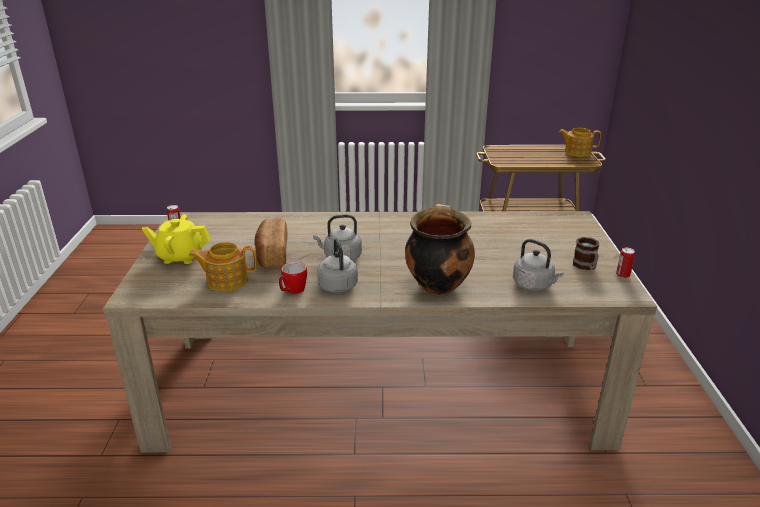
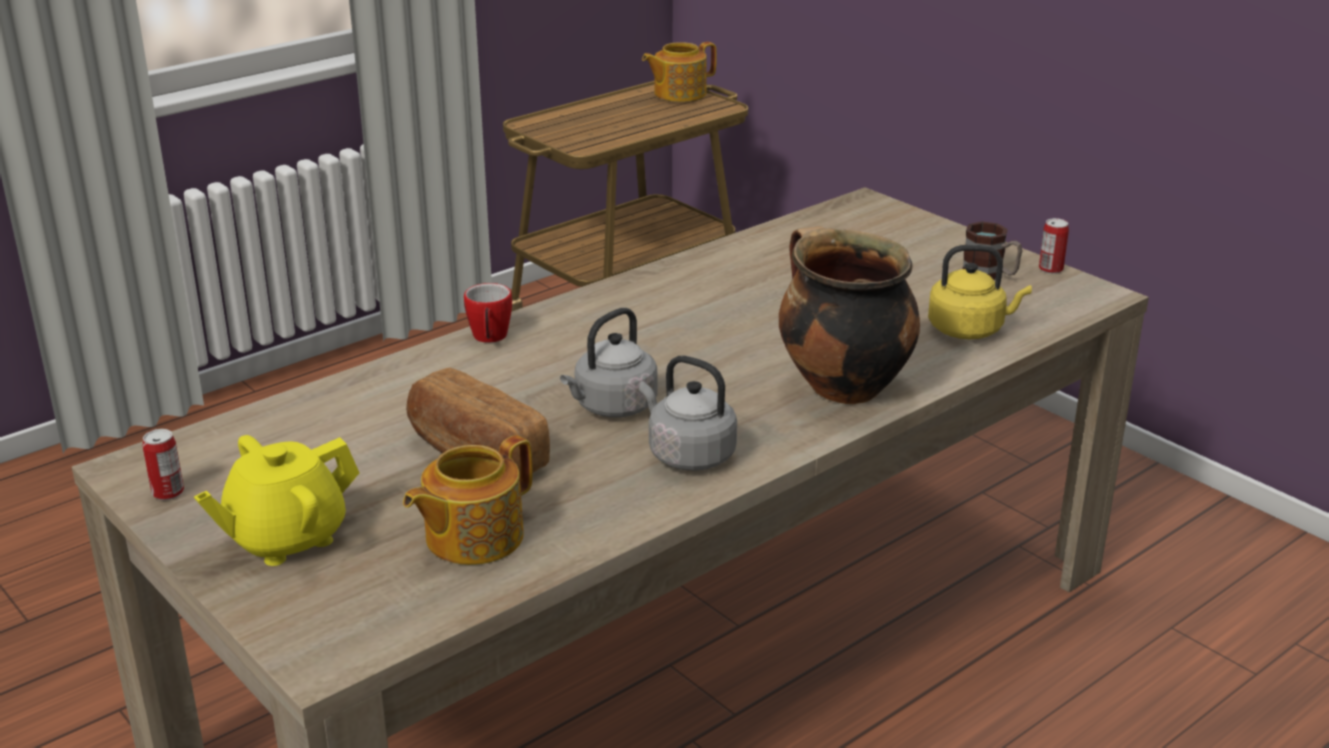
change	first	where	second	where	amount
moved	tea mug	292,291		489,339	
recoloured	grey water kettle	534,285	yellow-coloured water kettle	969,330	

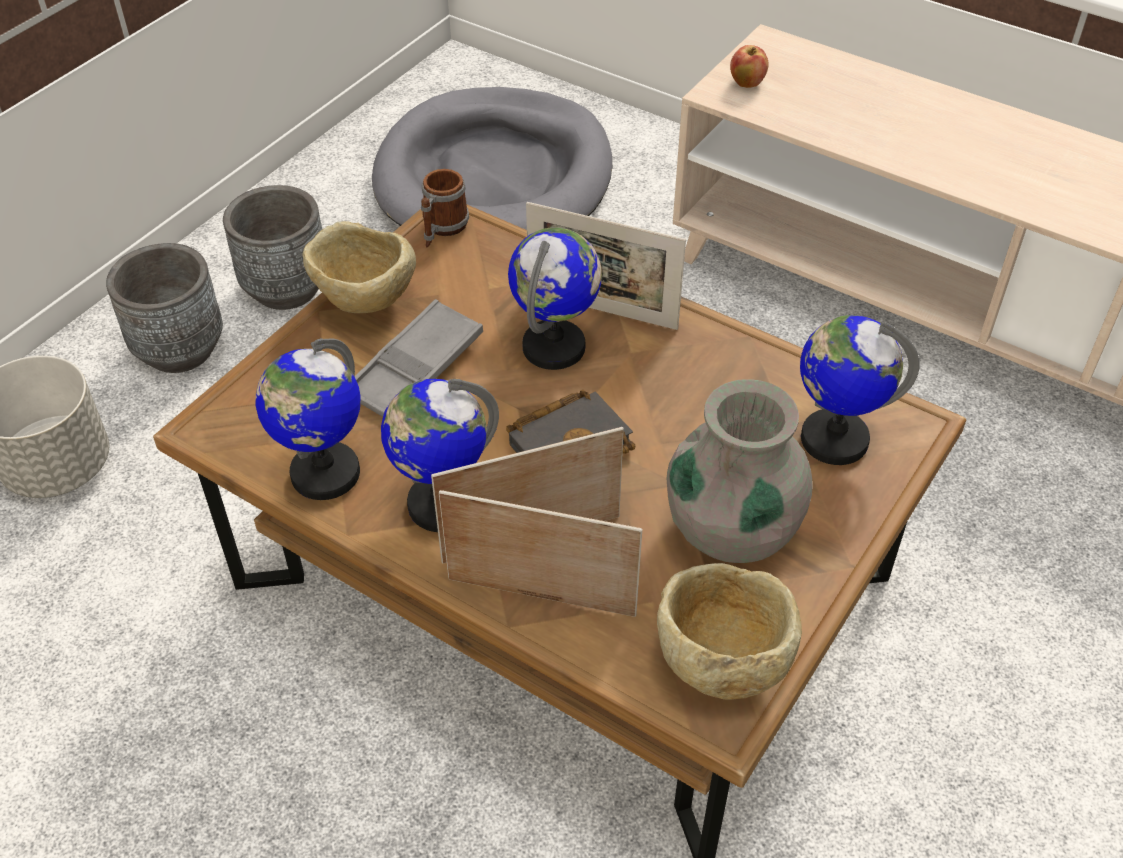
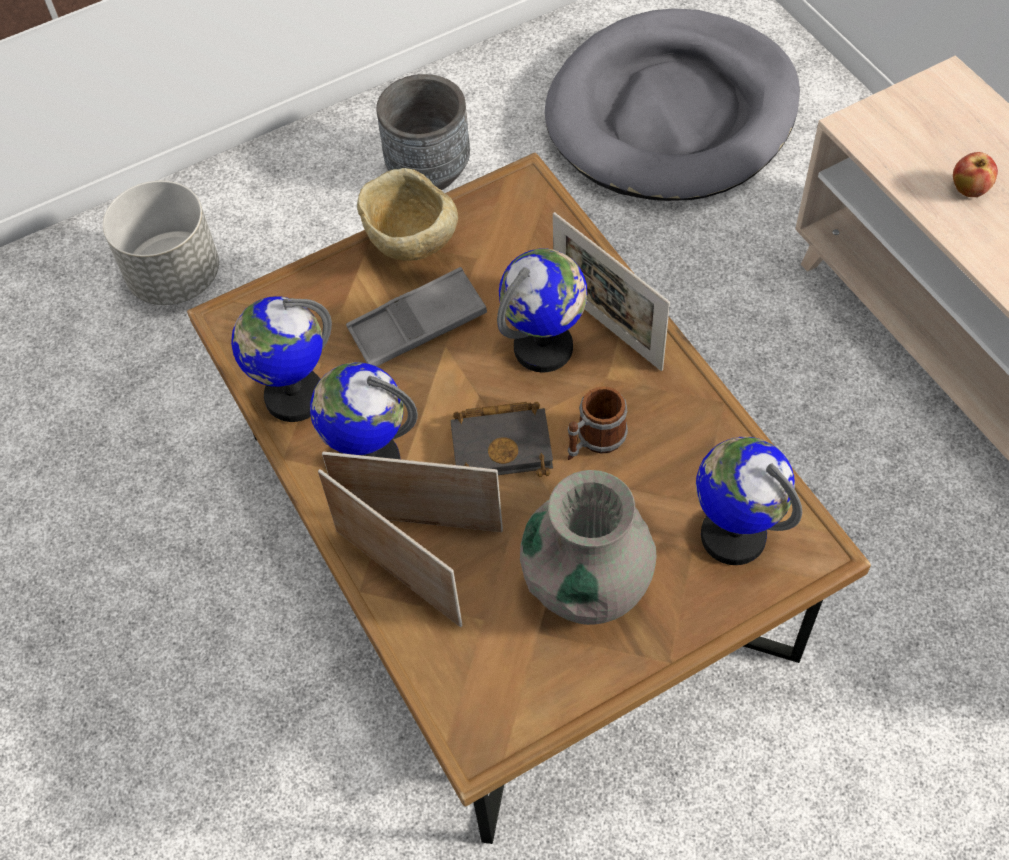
change	first	where	second	where	amount
removed	grey plant pot	180,350			
removed	beige-coloured bowl	721,661			
moved	tea mug	442,229		594,441	
moved	apple	746,83		969,189	

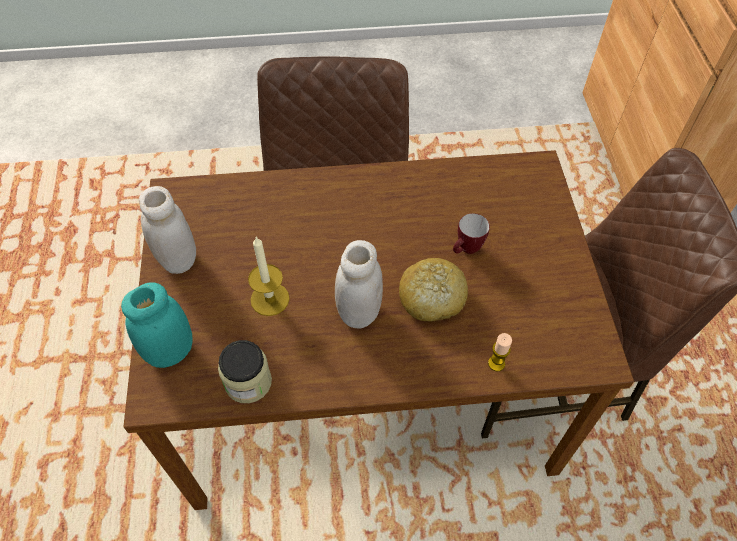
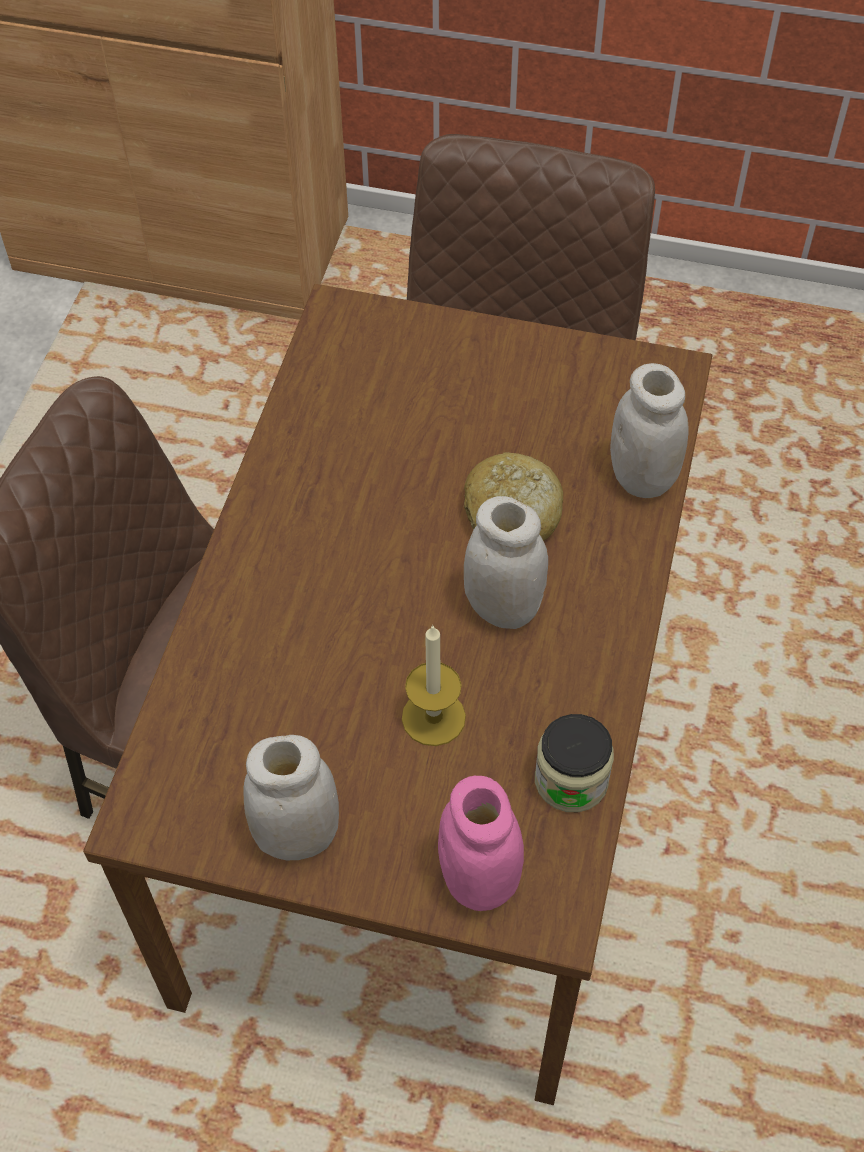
change	first	where	second	where	amount
removed	tea mug	466,250			
replaced	wax light	496,363	white-coloured storage jar	642,478	
recoloured	turquoise storage jar	170,352	pinkish storage jar	479,879	

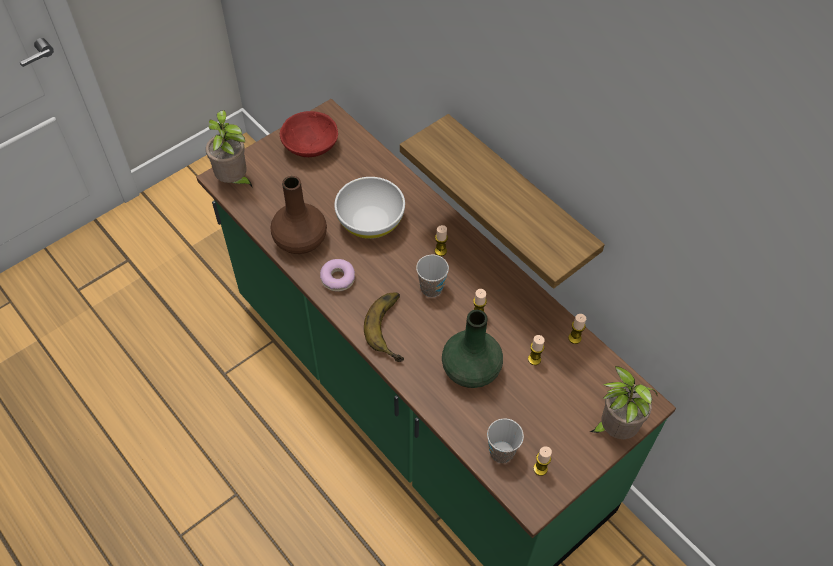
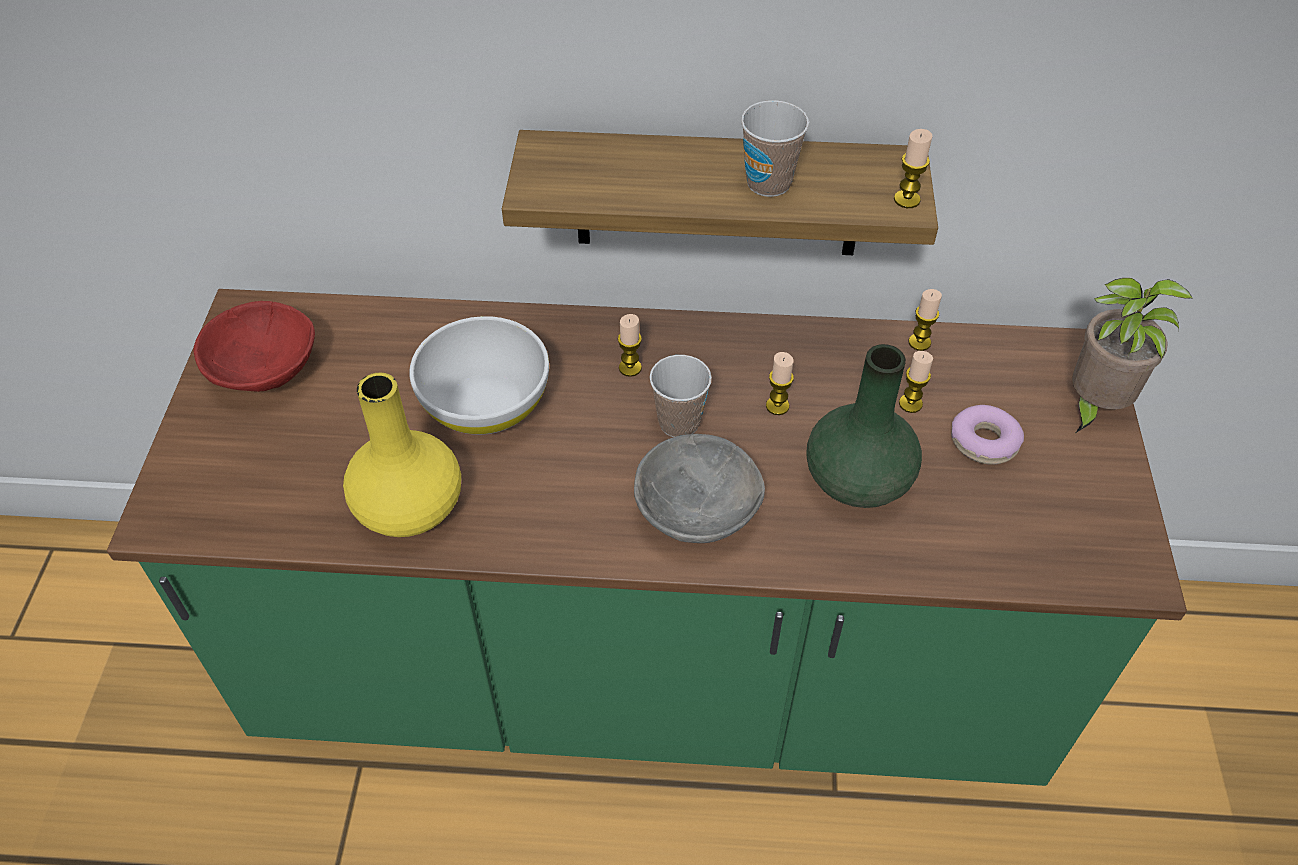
change	first	where	second	where	amount
removed	houseplant	234,181			
moved	ring doughnut	338,278		984,442	
moved	cup	501,452		768,183	
moved	wax light	540,469		907,199	
replaced	banana fruit	394,328	grey bowl	695,513	
recoloured	brown-coloured vase	301,241	yellow-coloured vase	411,507	

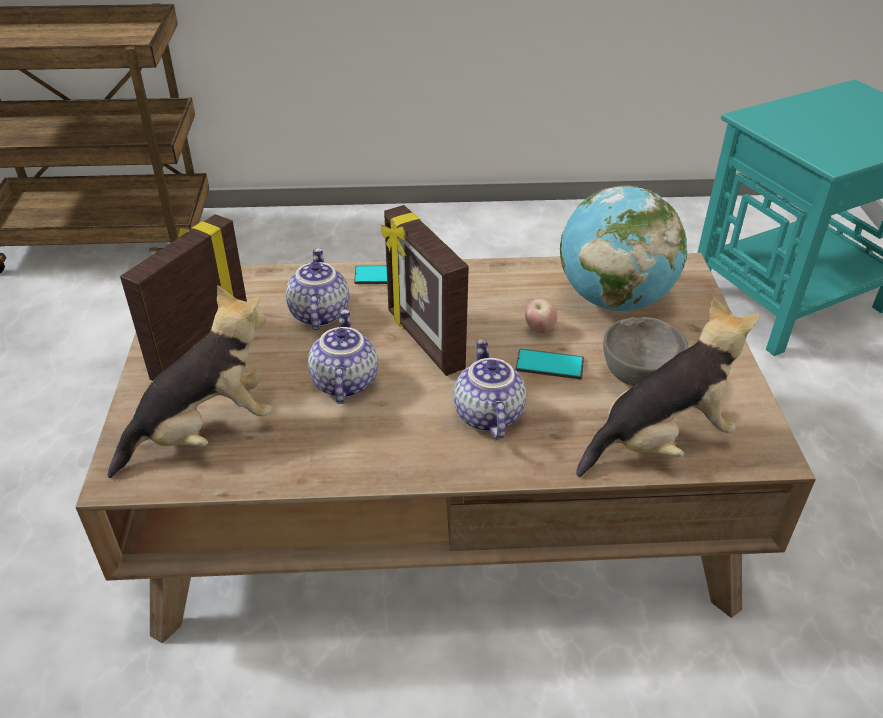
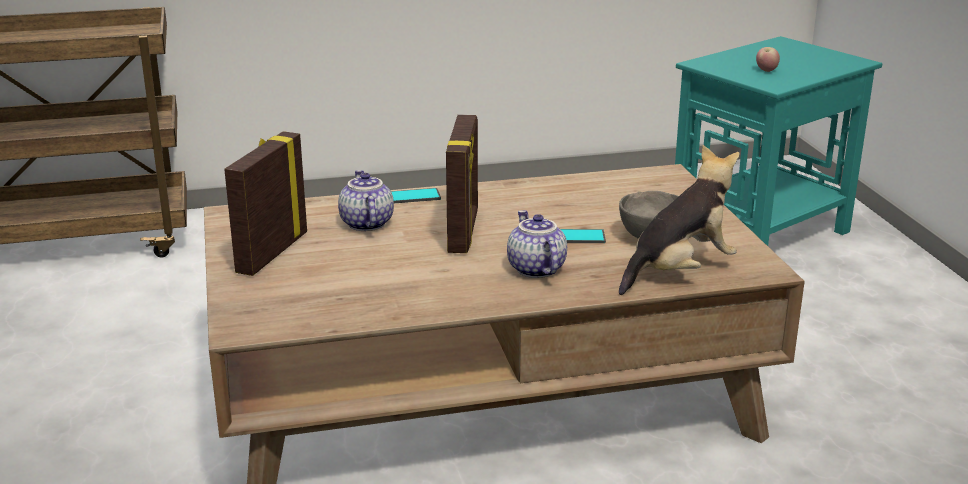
change	first	where	second	where	amount
removed	soft toy	205,432			
removed	pot for tea	343,382			
removed	globe	614,299			
moved	apple	539,329		766,70	
turned	photo frame	423,340		464,232	135 degrees counterclockwise

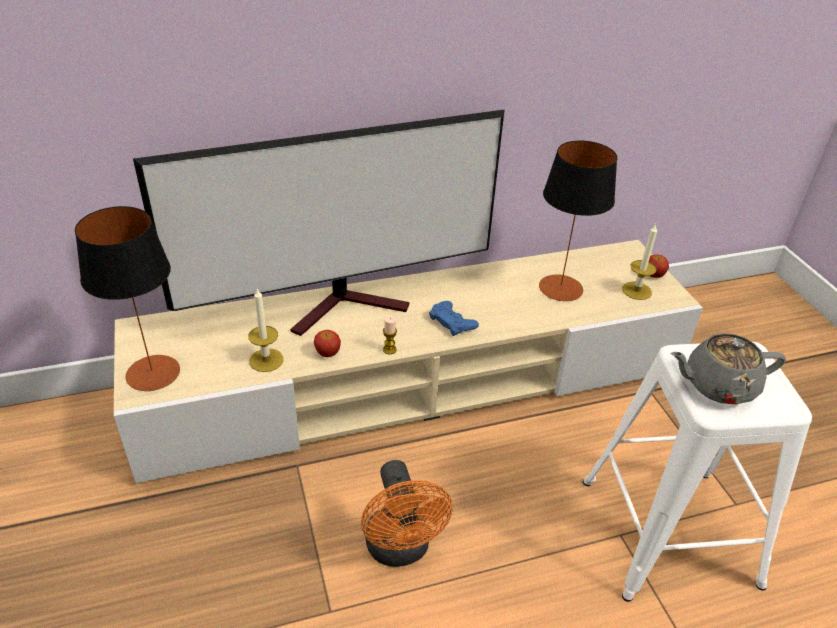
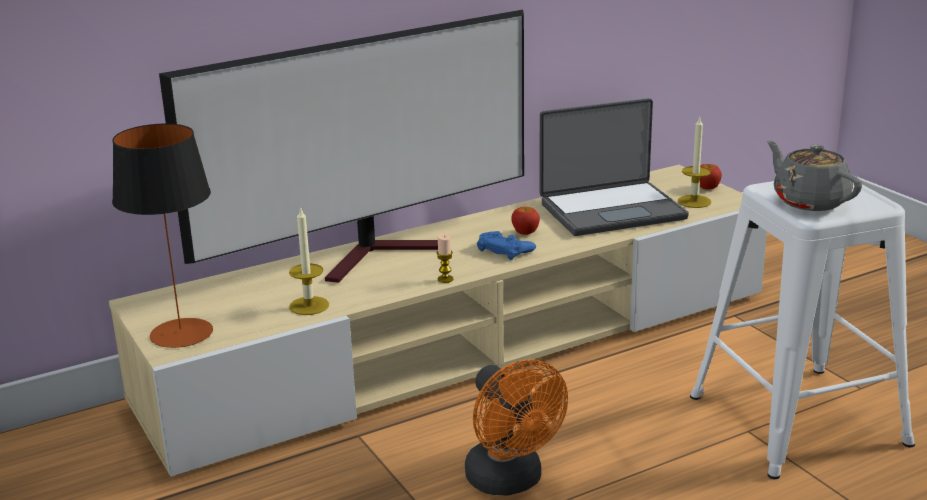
change	first	where	second	where	amount
moved	apple	327,353		525,233	
replaced	lamp for a table	560,288	portable computer	611,210	
turned	grey pot for tea	718,385		809,201	75 degrees clockwise

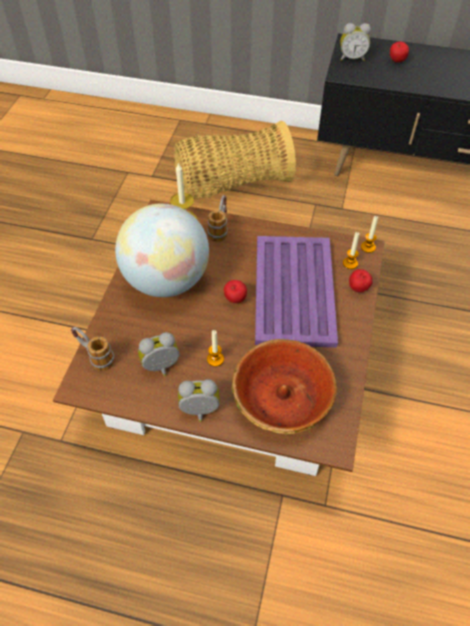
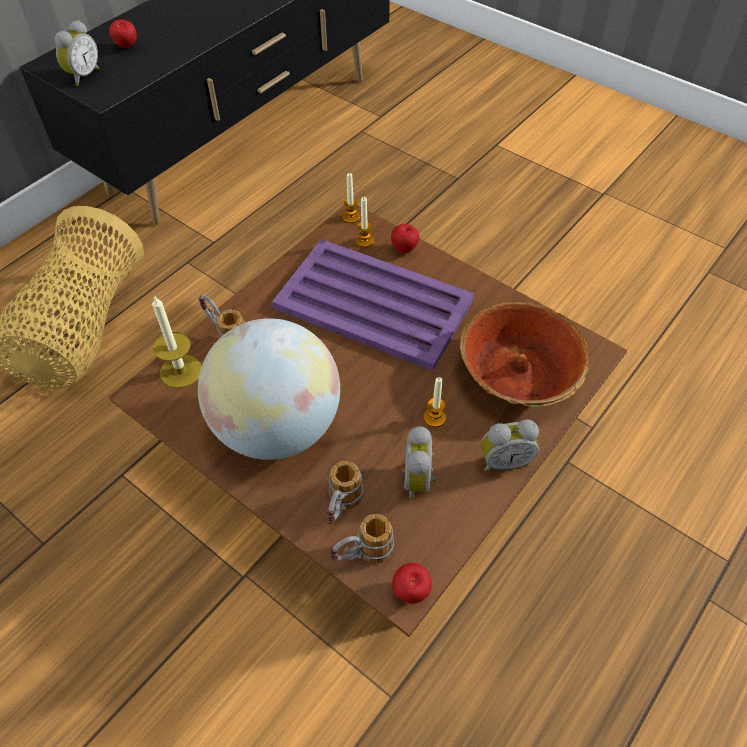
change	first	where	second	where	amount
added			tea mug	341,509	
moved	apple	235,300		411,592	
turned	table clock	200,412		504,460	120 degrees counterclockwise

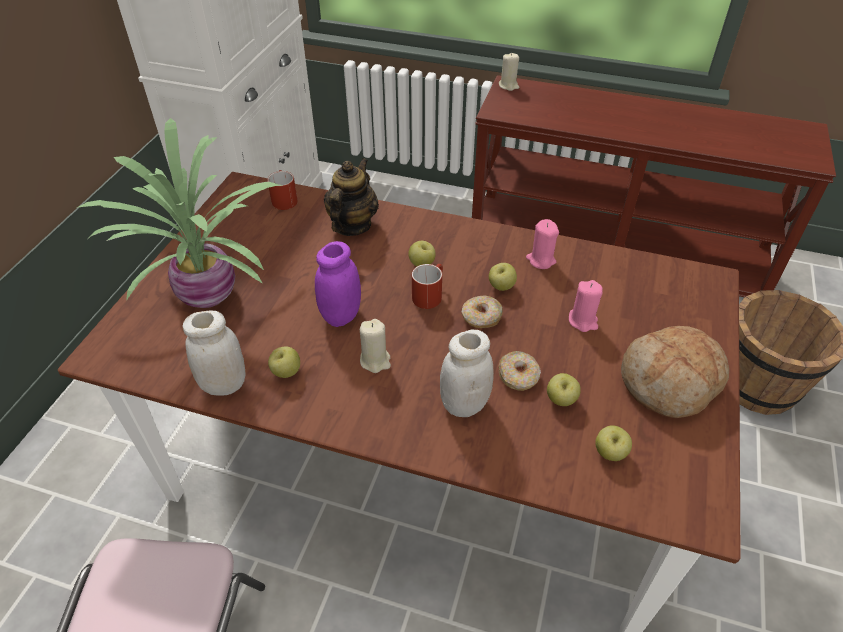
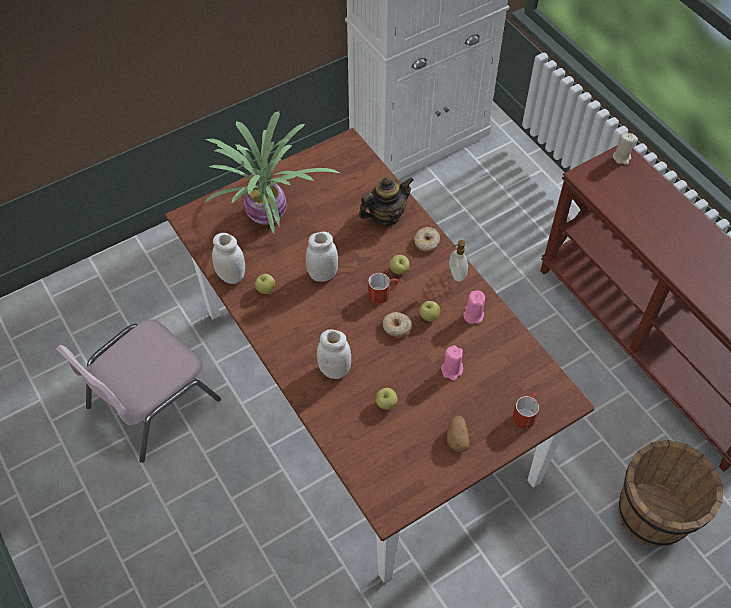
change	first	where	second	where	amount
removed	beige-coloured wax light	375,360			
removed	apple	610,453			
added			liquid soap bottle	456,274	
moved	red tea mug	283,199		525,414	
moved	ring doughnut	518,376		426,242	
replaced	bread	670,382	potato	457,438	
recoloured	purplish storage jar	341,315	white-coloured storage jar	322,274	

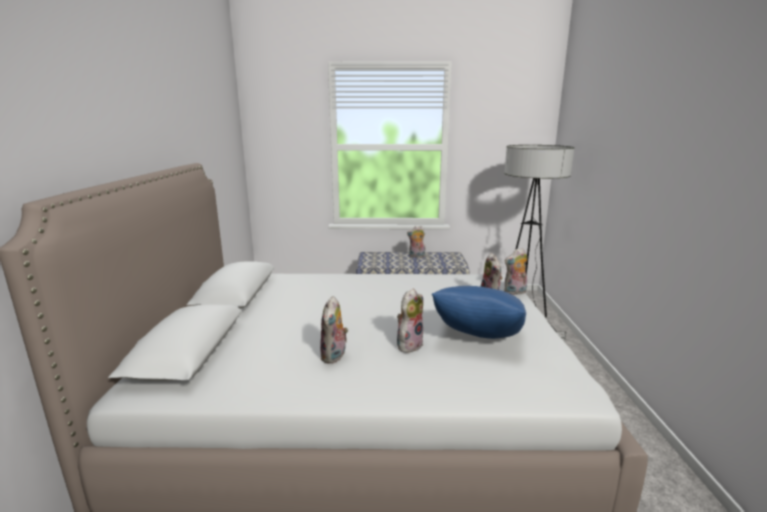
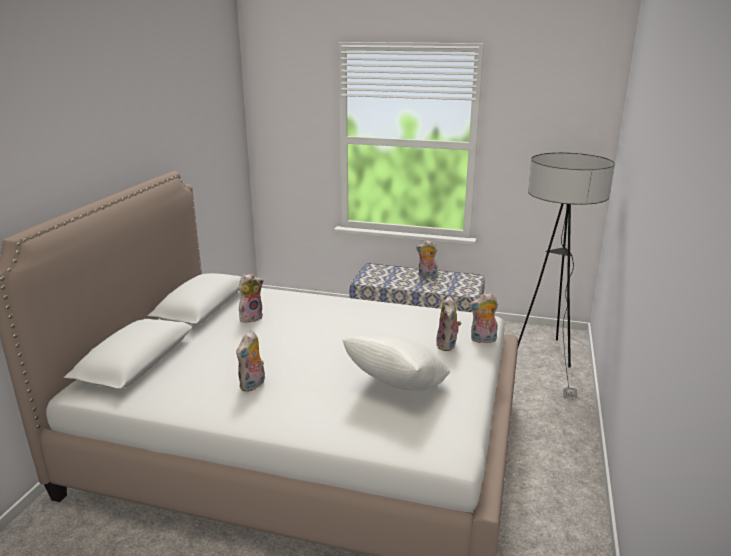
change	first	where	second	where	amount
moved	soft toy	409,344		251,317	
recoloured	blue-coloured throw pillow	477,340	white-coloured throw pillow	396,388	

